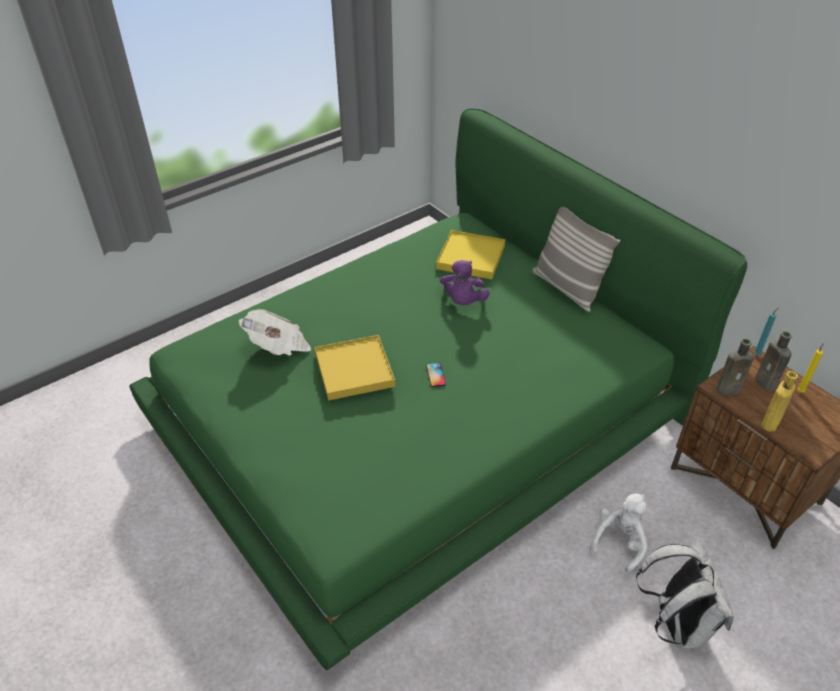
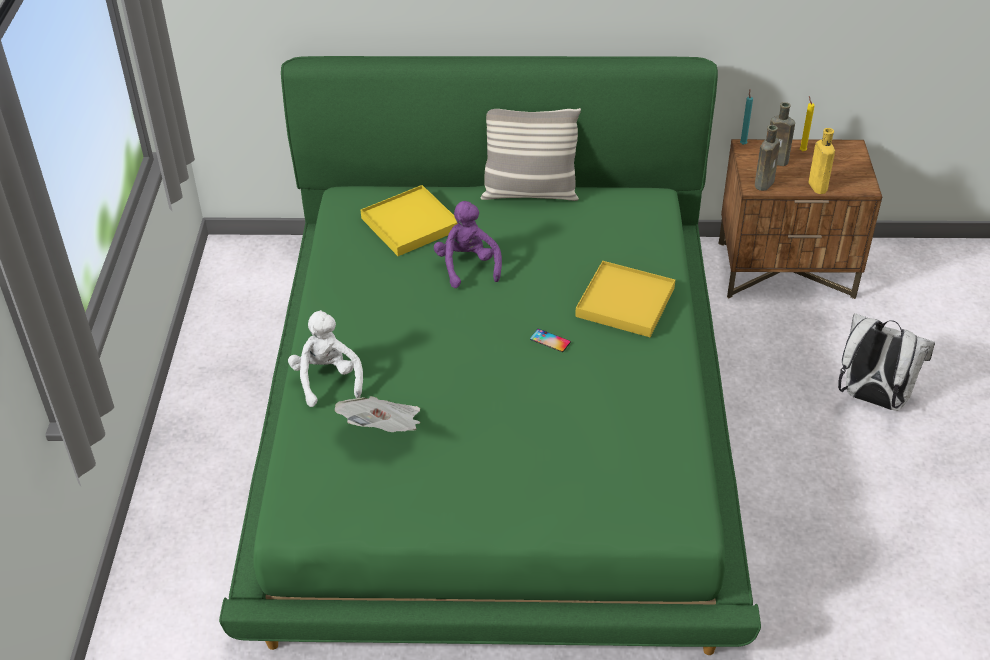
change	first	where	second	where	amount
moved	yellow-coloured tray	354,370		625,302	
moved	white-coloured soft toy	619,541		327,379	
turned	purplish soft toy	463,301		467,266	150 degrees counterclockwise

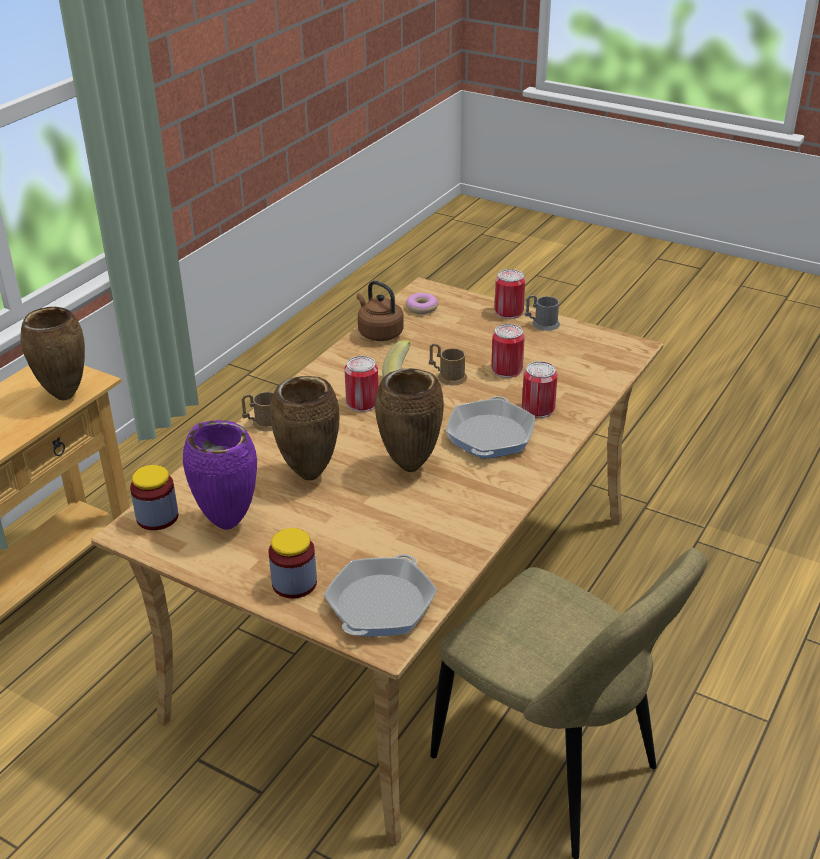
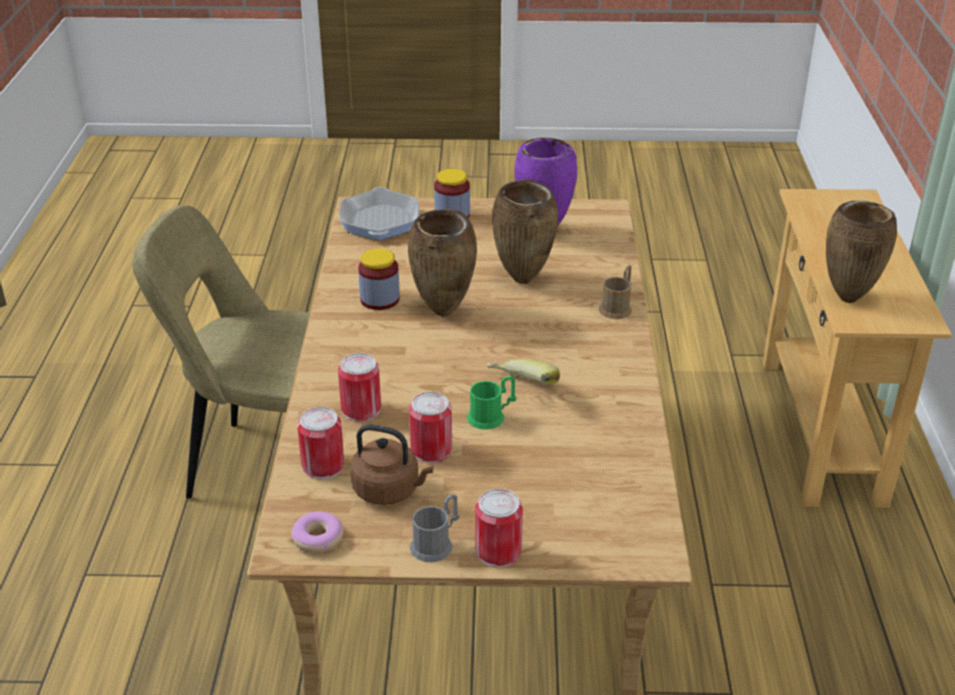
change	first	where	second	where	amount
removed	skillet	490,436			
moved	storage jar	157,517		380,299	
moved	can	362,403		323,465	
moved	brown-coloured water kettle	379,333		389,490	
moved	ring doughnut	421,308		318,538	
recoloured	brown-coloured tea mug	447,376	green-coloured tea mug	491,416	

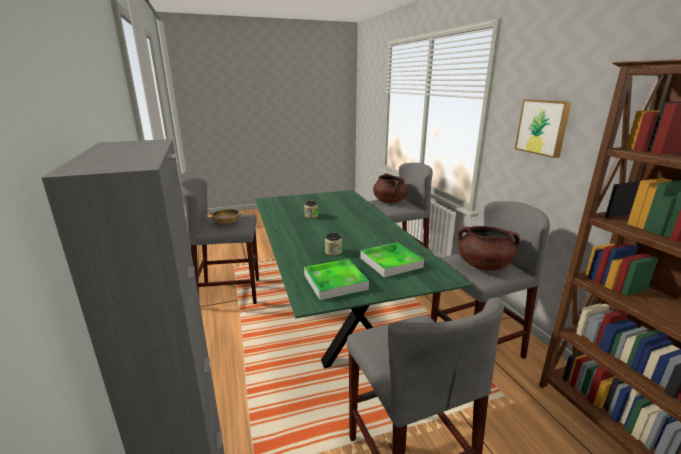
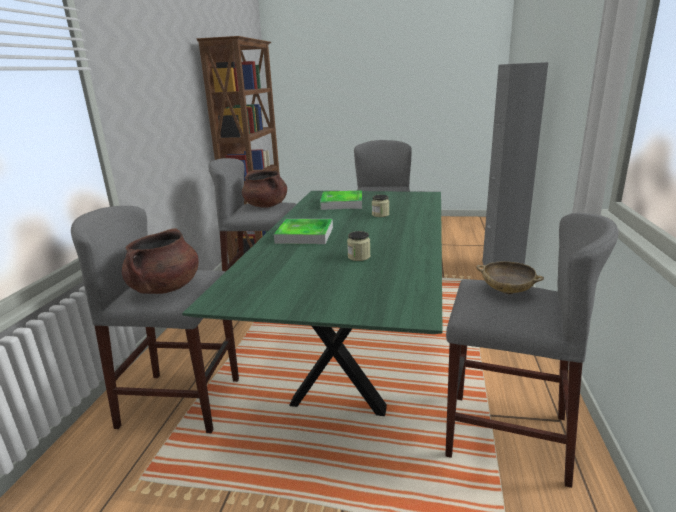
change	first	where	second	where	amount
removed	wall picture	543,127			
moved	tray	335,282		305,235	

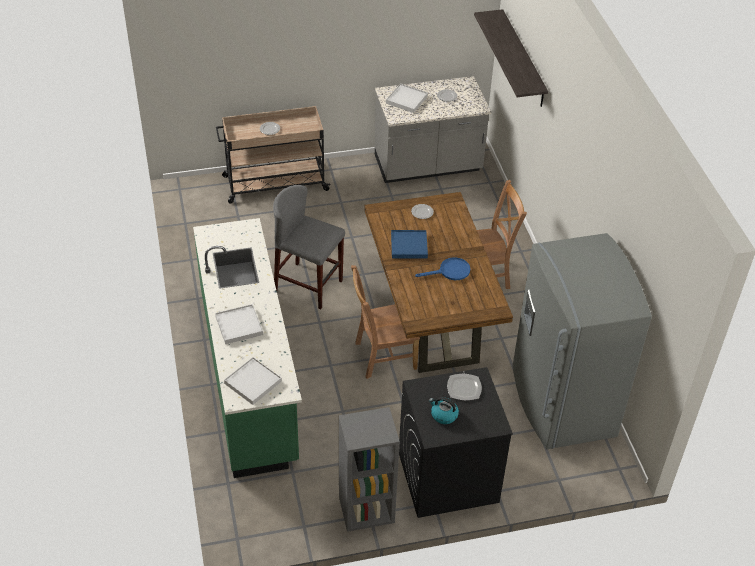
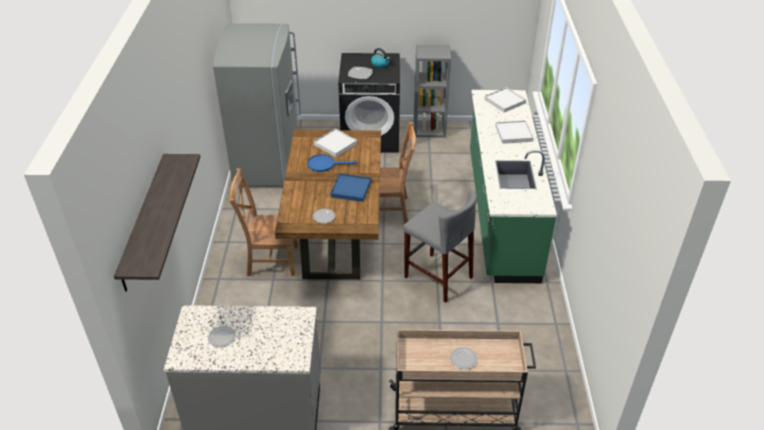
change	first	where	second	where	amount
moved	white-coloured tray	406,100		335,144	

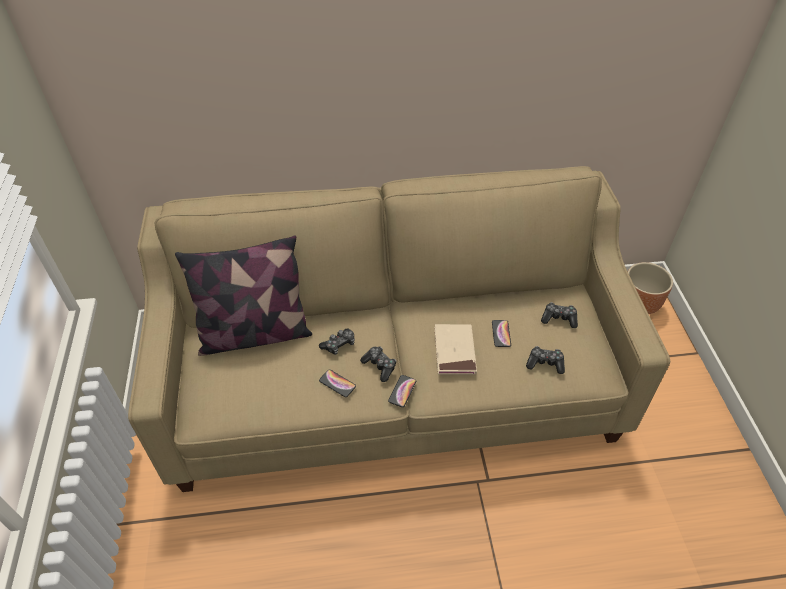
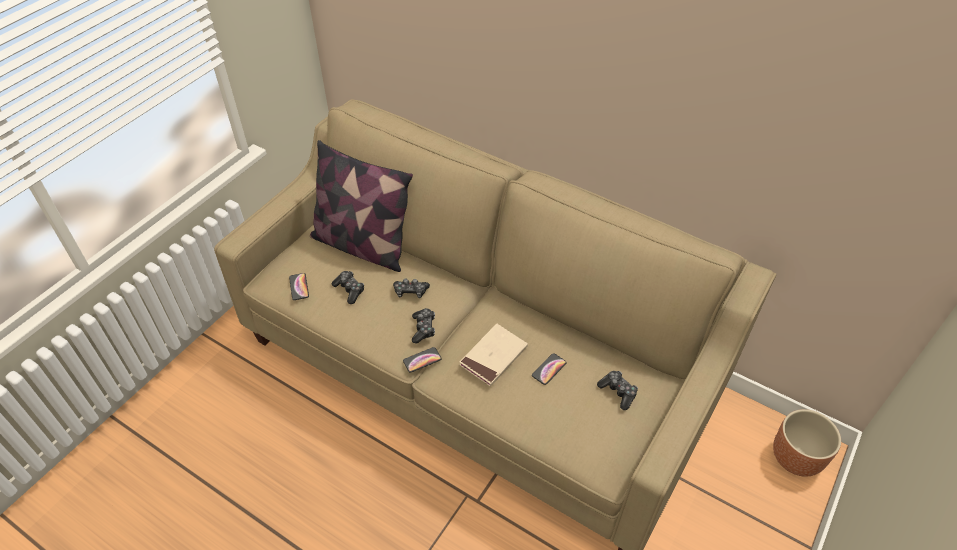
change	first	where	second	where	amount
moved	handset	337,383		299,287	
moved	game controller	545,363		349,290	

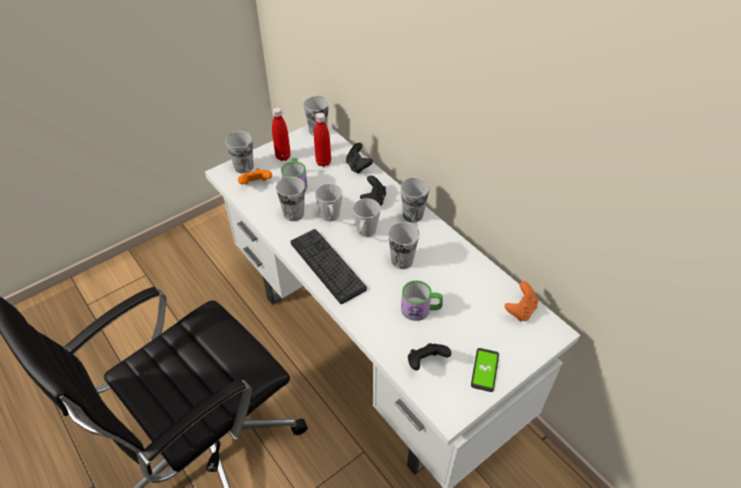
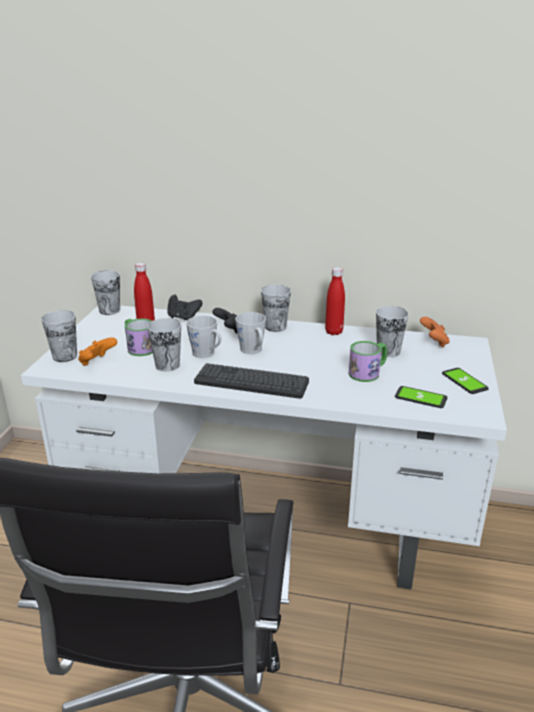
change	first	where	second	where	amount
moved	red drink bottle	283,157		334,332	
moved	cup	402,260		388,351	
replaced	black-coloured game controller	426,362	handset	420,398	

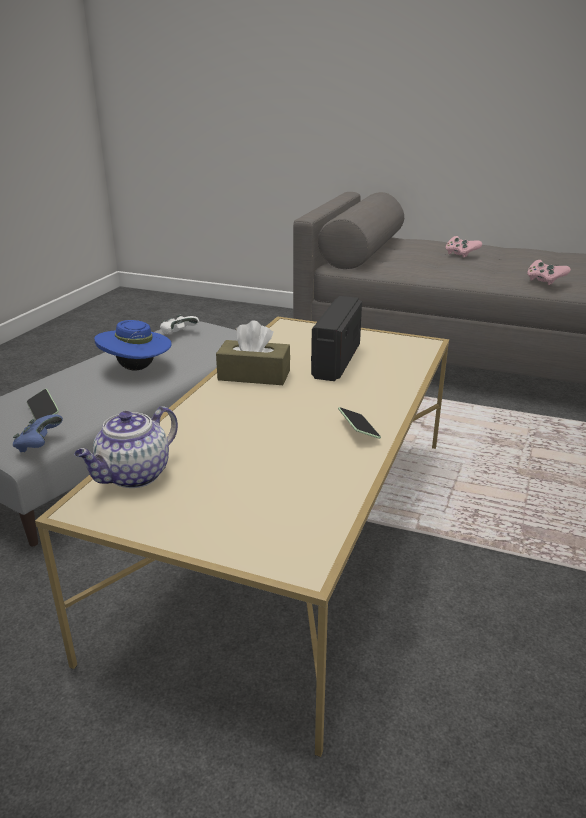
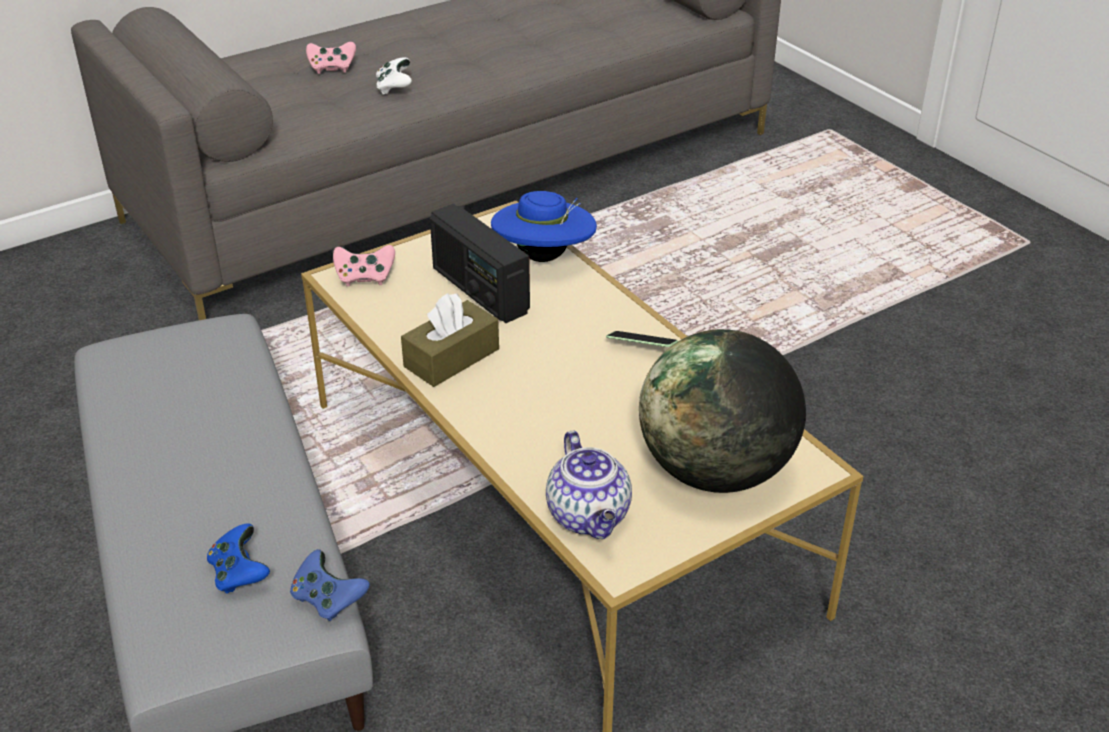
change	first	where	second	where	amount
added			globe	715,472	
moved	blue-coloured wearable hat	137,369		544,257	
moved	white-coloured game controller	178,333		394,87	
moved	pinkish game controller	544,281		364,277	
replaced	handset	43,412	blue-coloured game controller	239,573	

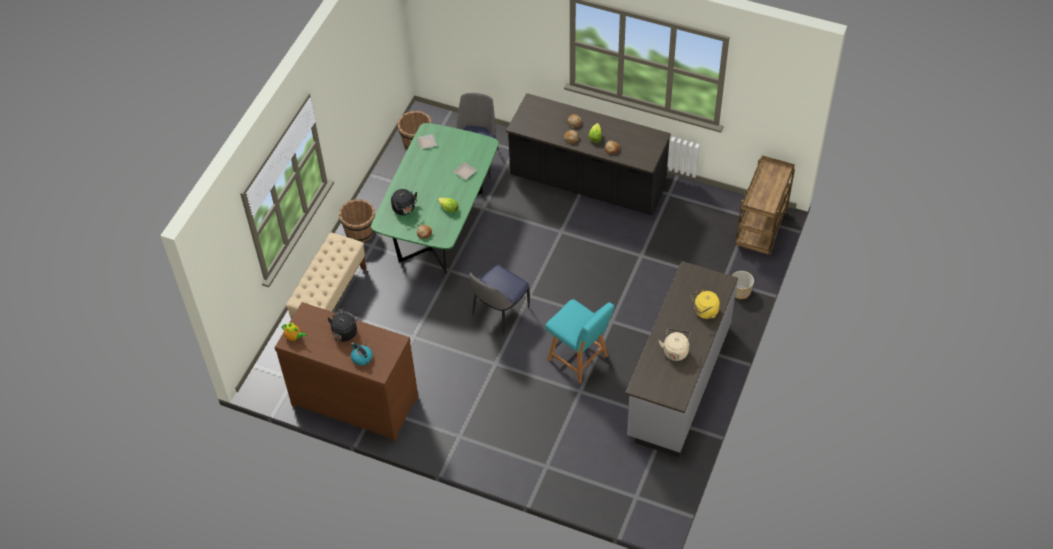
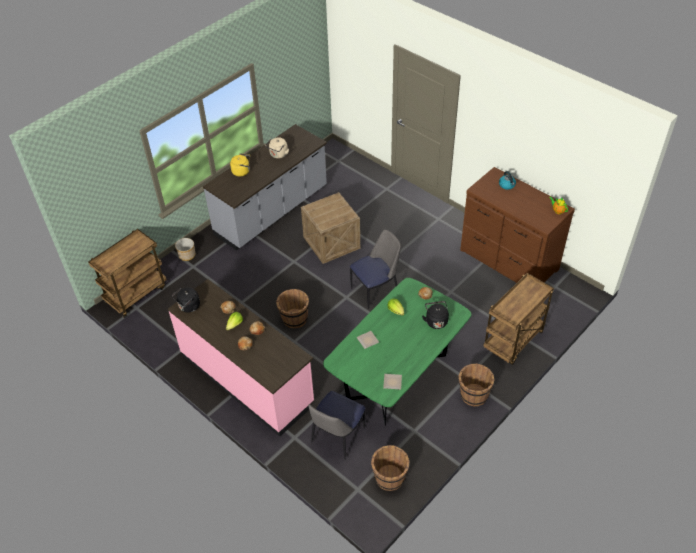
change	first	where	second	where	amount
added			brown-coloured bucket	294,319	
moved	black-coloured water kettle	345,331		188,307	
replaced	beige-coloured bench	330,298	brown-coloured wheeled cart	513,342	
replaced	turquoise plain chair	579,359	shipping crate	332,243	
recoloured	black-coloured kitchen counter	587,184	pinkish kitchen counter	247,378	

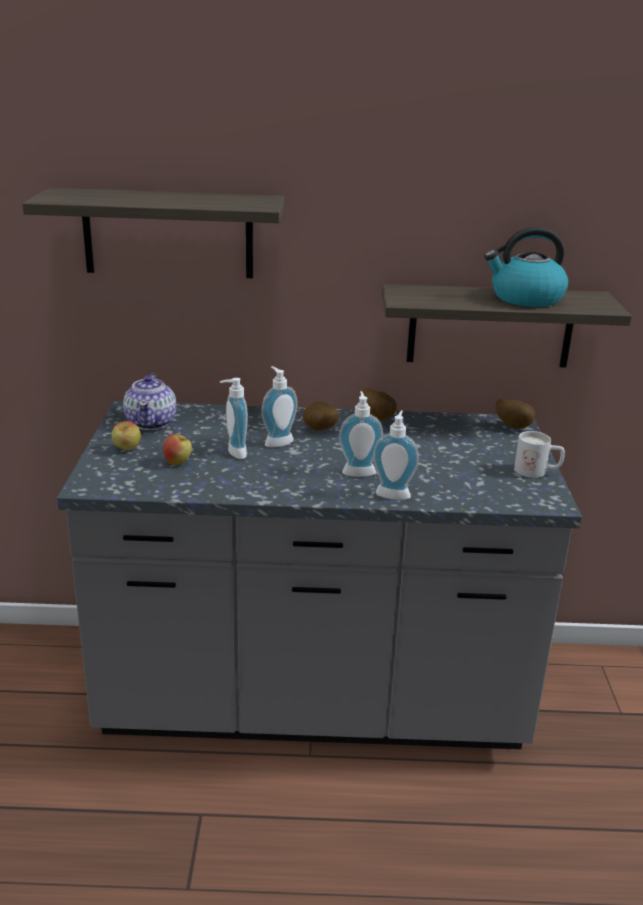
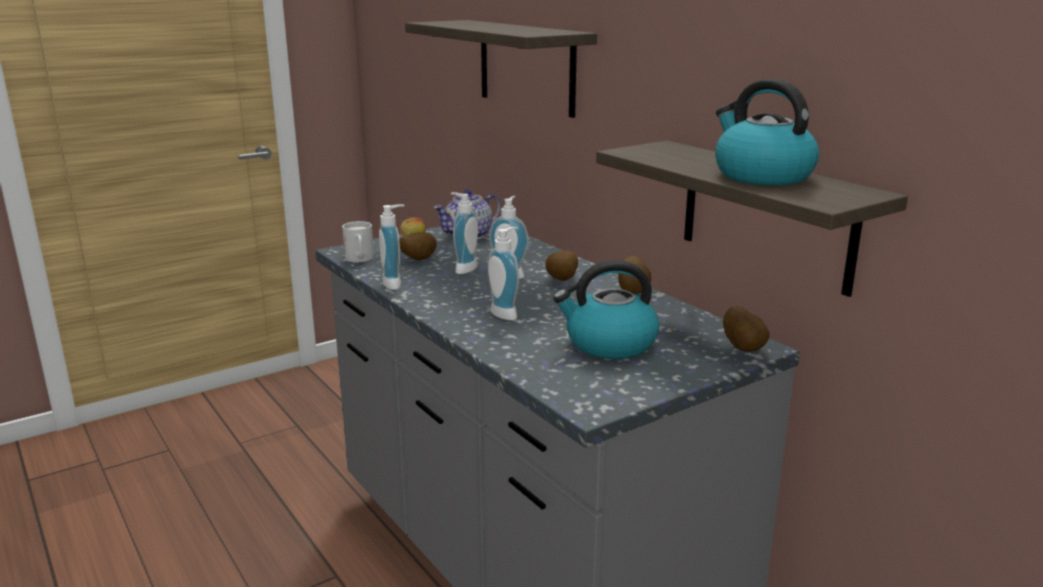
change	first	where	second	where	amount
added			water kettle	609,344	
moved	liquid soap bottle	393,493		395,283	
moved	white-coloured tea mug	537,472		360,260	
replaced	apple	178,463	potato	417,260	

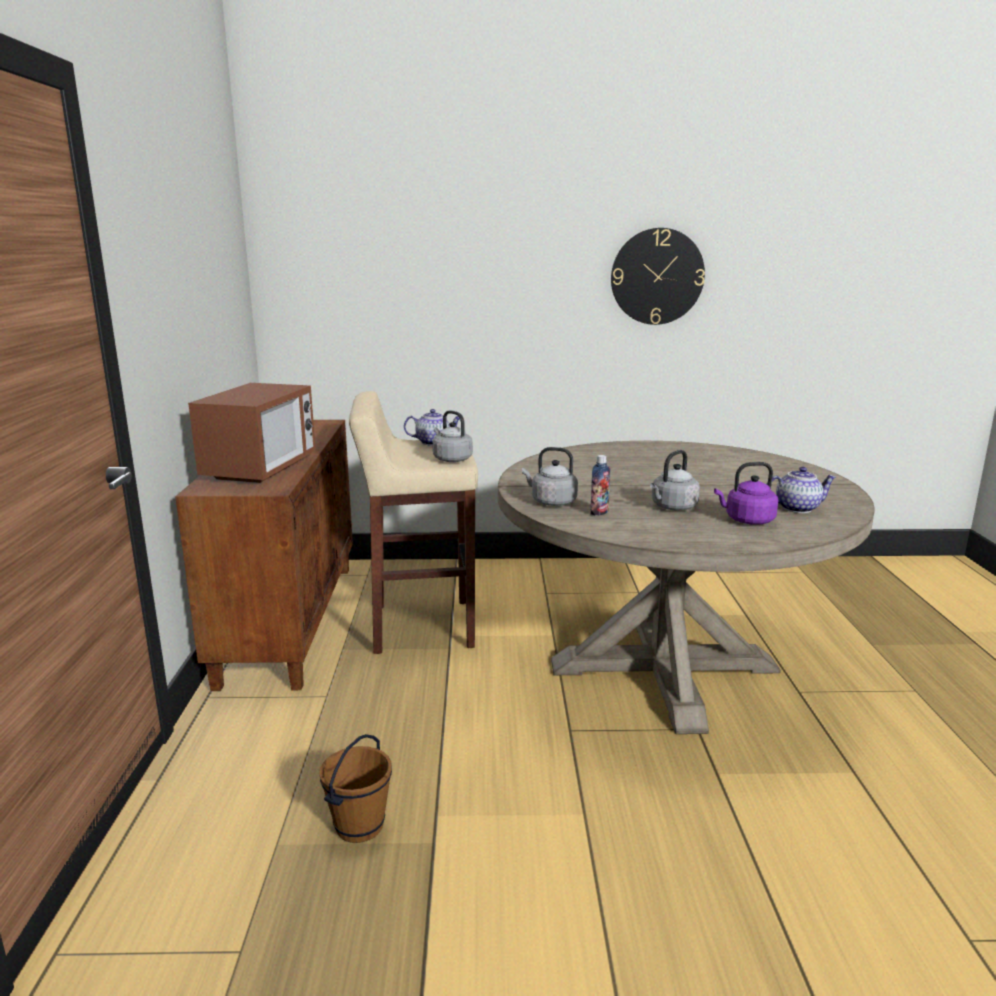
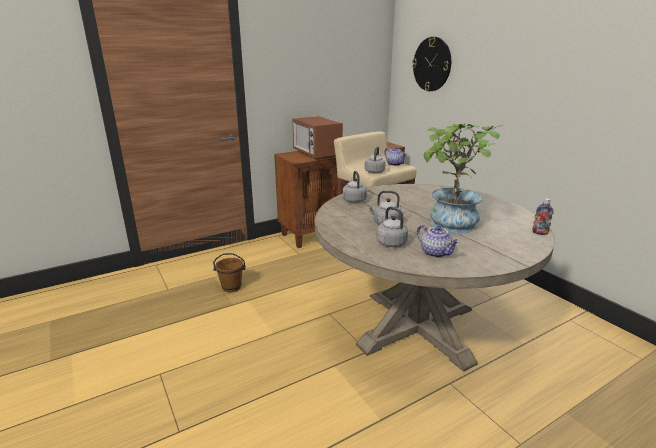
change	first	where	second	where	amount
added			houseplant	450,226	
moved	drink bottle	599,512		539,233	
moved	clock on the wall	657,276		432,64	
recoloured	purplish water kettle	747,520	grey water kettle	390,242	
turned	microwave oven	261,469		316,154	75 degrees clockwise

